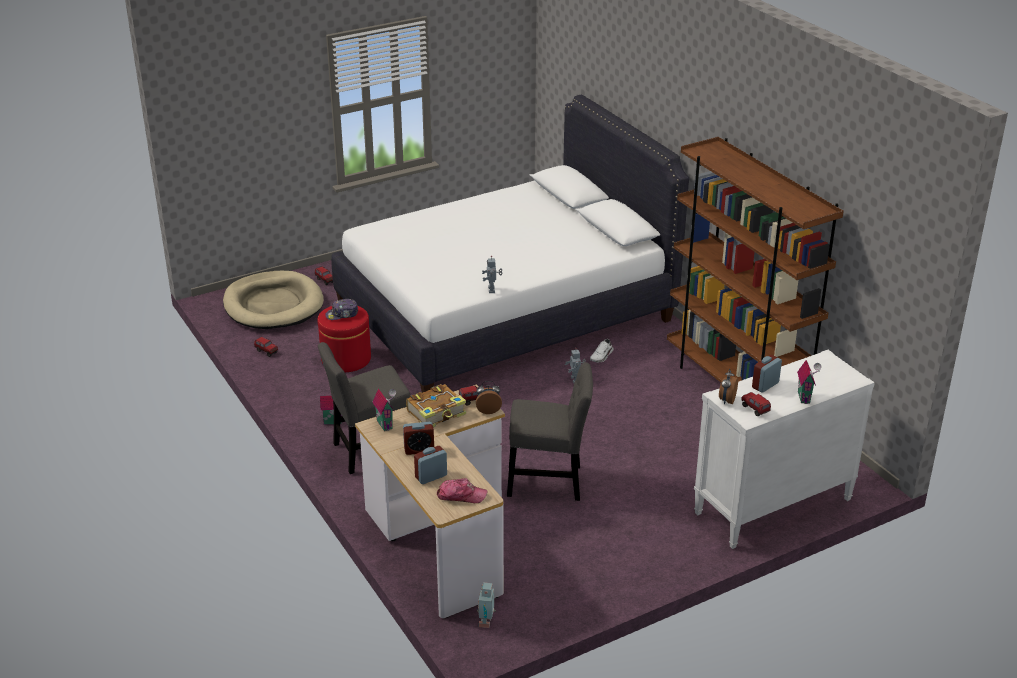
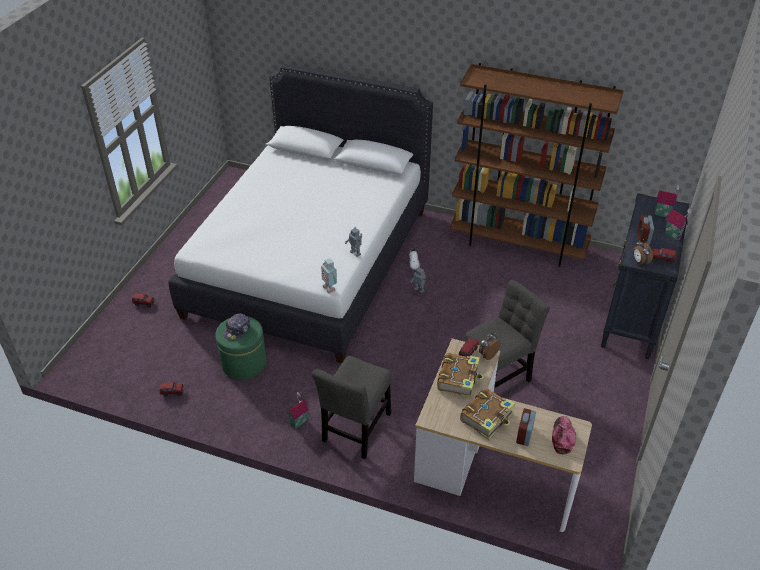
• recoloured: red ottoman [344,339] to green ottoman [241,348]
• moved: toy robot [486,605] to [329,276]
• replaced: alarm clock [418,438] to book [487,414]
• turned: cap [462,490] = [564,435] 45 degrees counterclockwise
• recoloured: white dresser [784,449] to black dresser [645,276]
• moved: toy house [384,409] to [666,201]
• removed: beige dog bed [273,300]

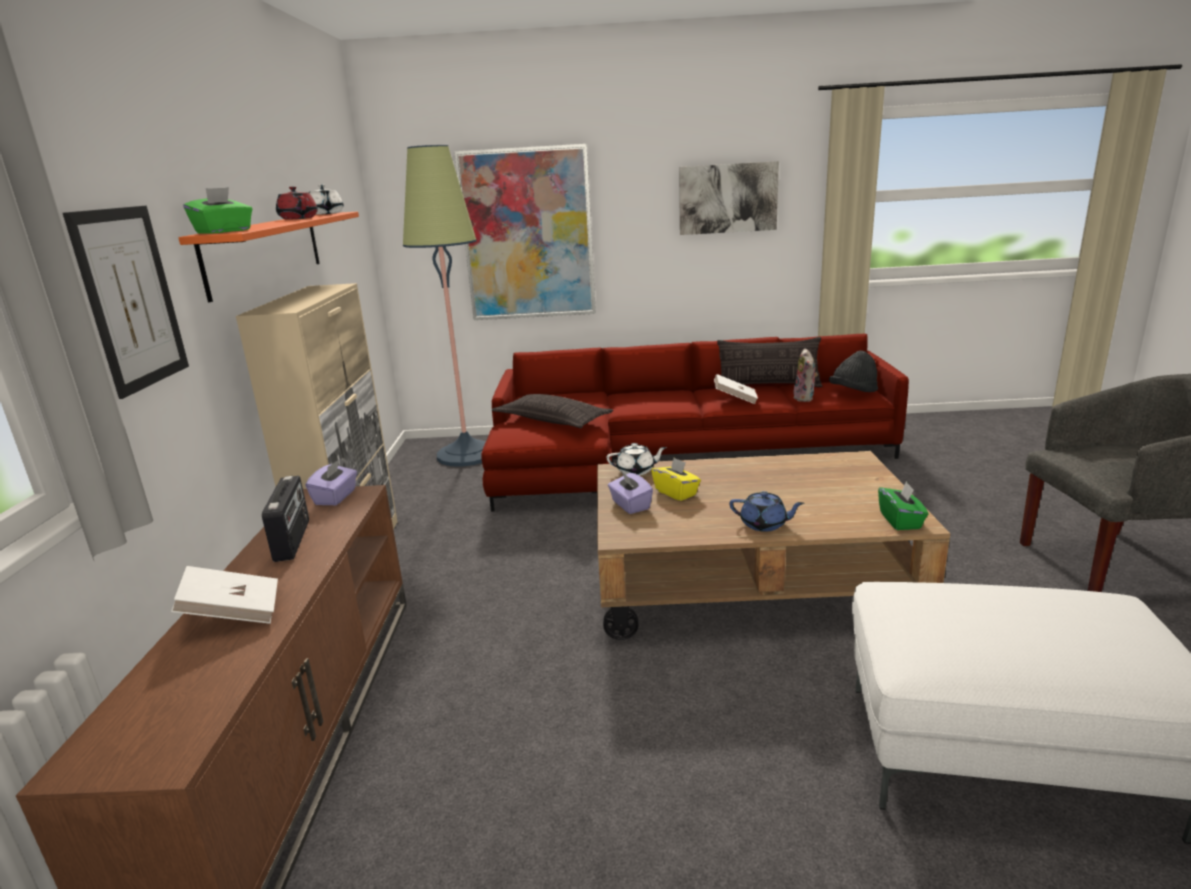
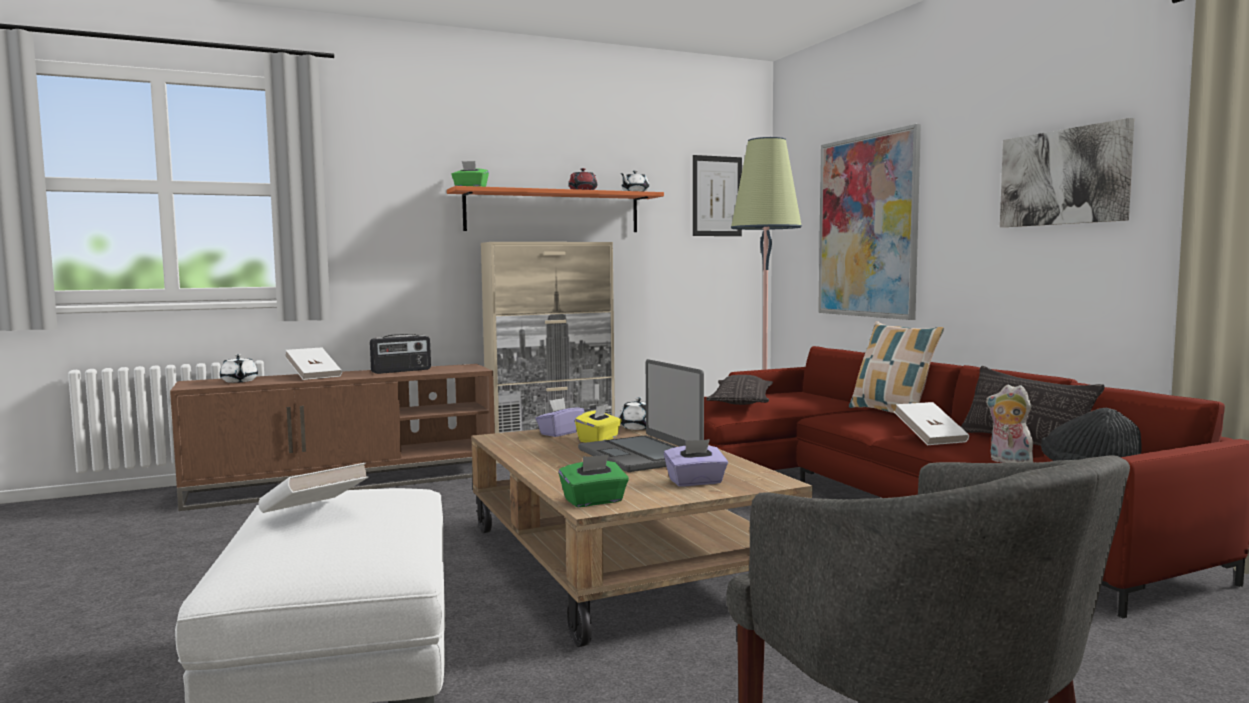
• added: white teapot [239,368]
• added: white book [313,488]
• added: laptop [641,415]
• moved: purple tissue box [331,482] to [696,462]
• moved: picture [126,302] to [717,195]
• added: pillow [896,367]
• turned: plush toy [806,375] = [1009,423] 75 degrees clockwise
• removed: blue teapot [766,511]

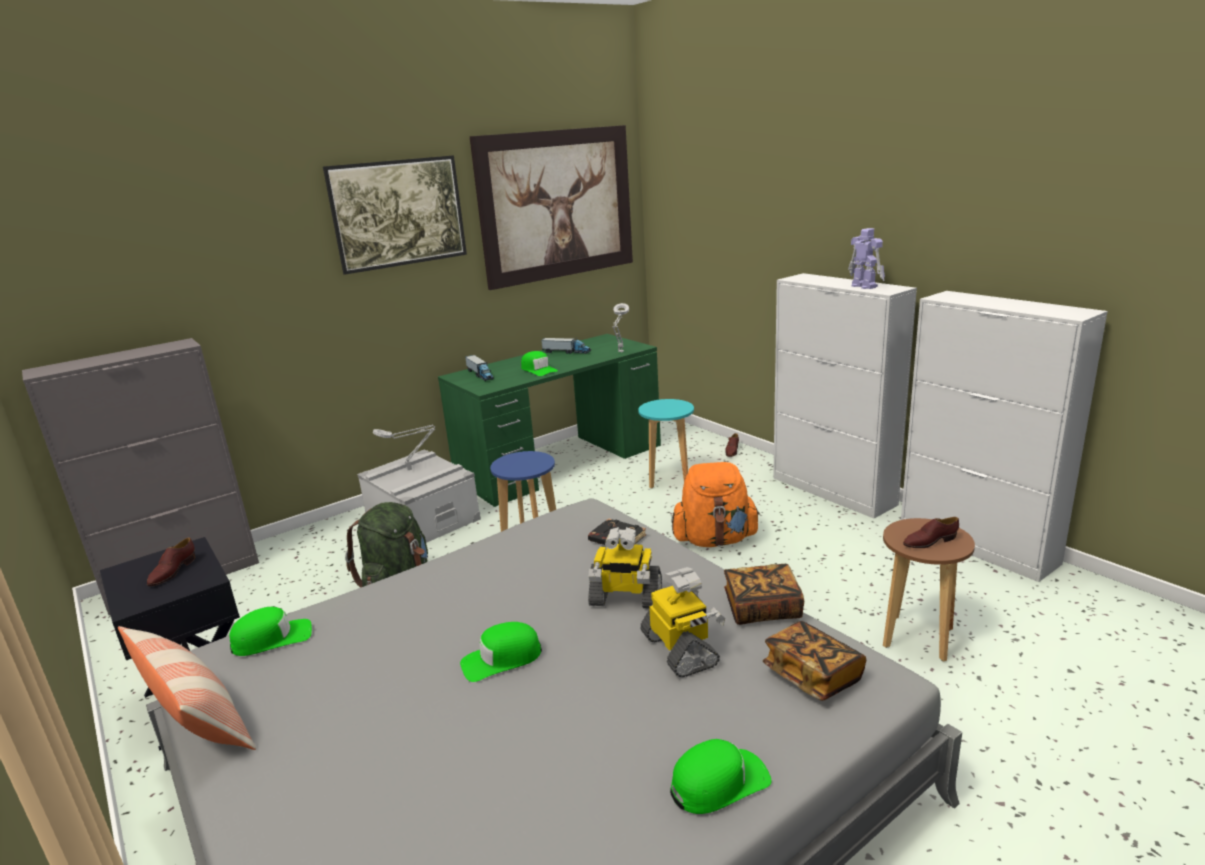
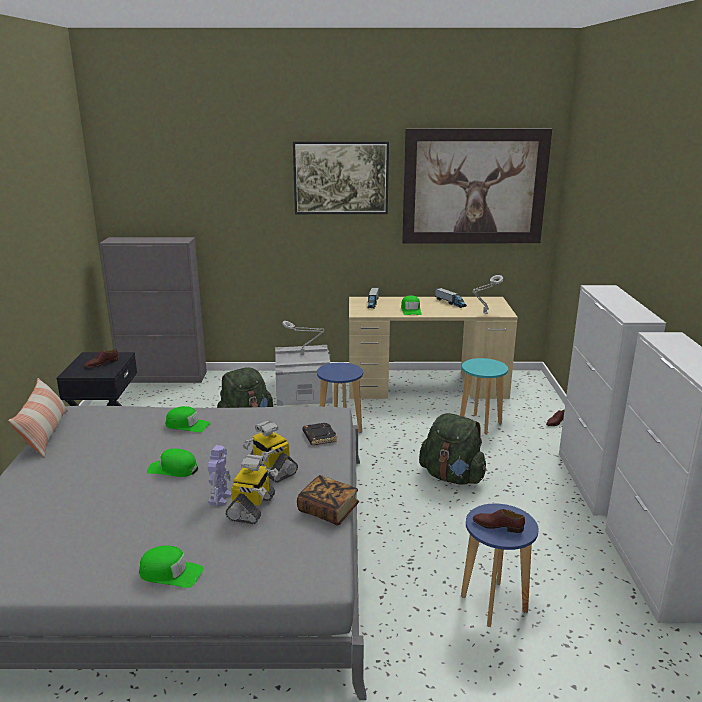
• moved: green cap [270,631] to [187,419]
• moved: toy robot [866,258] to [219,475]
• recoloured: green desk [549,420] to beige desk [433,348]
• recoloured: orange backpack [715,504] to green backpack [453,449]
• recoloured: brown stool [929,590] to blue stool [500,565]
• removed: book [814,661]

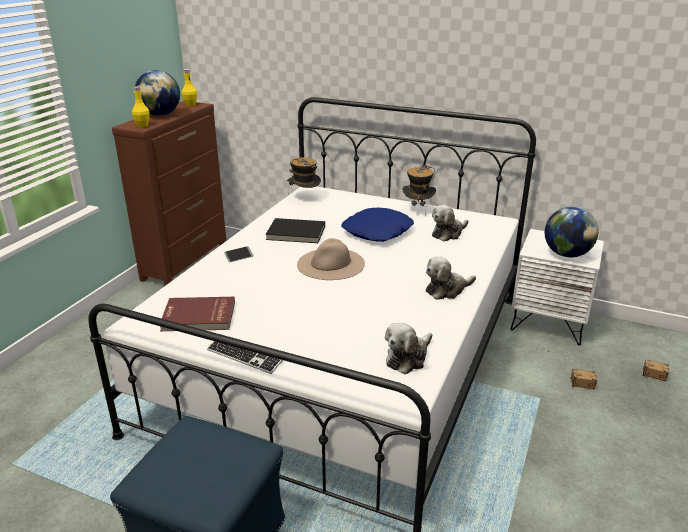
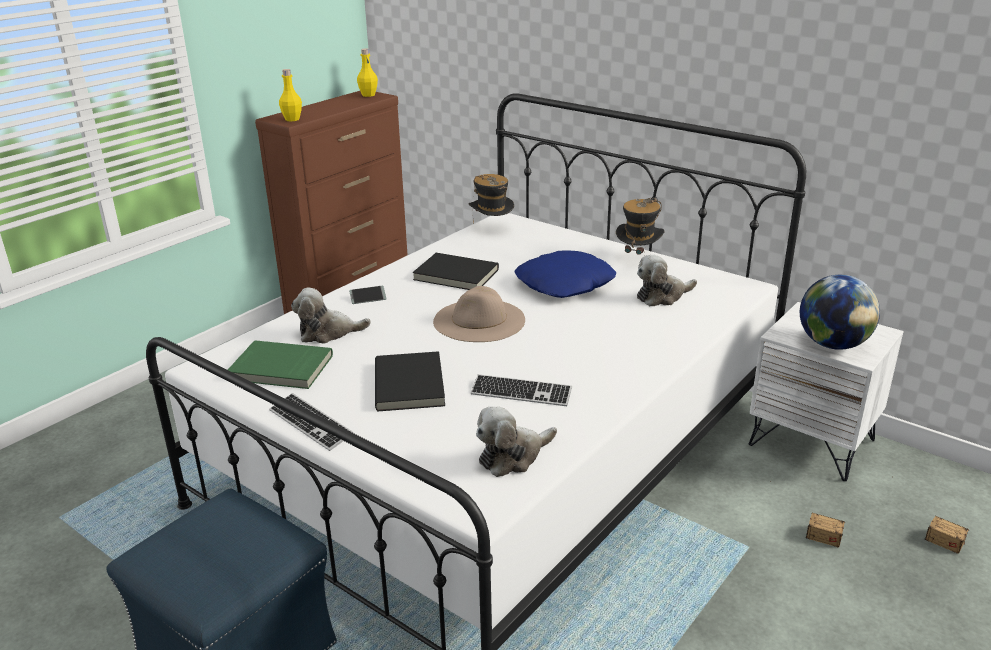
• recoloured: red book [197,314] to green book [280,364]
• moved: plush toy [451,278] to [331,315]
• added: black book [410,381]
• added: keyboard [521,390]
• removed: globe [157,93]

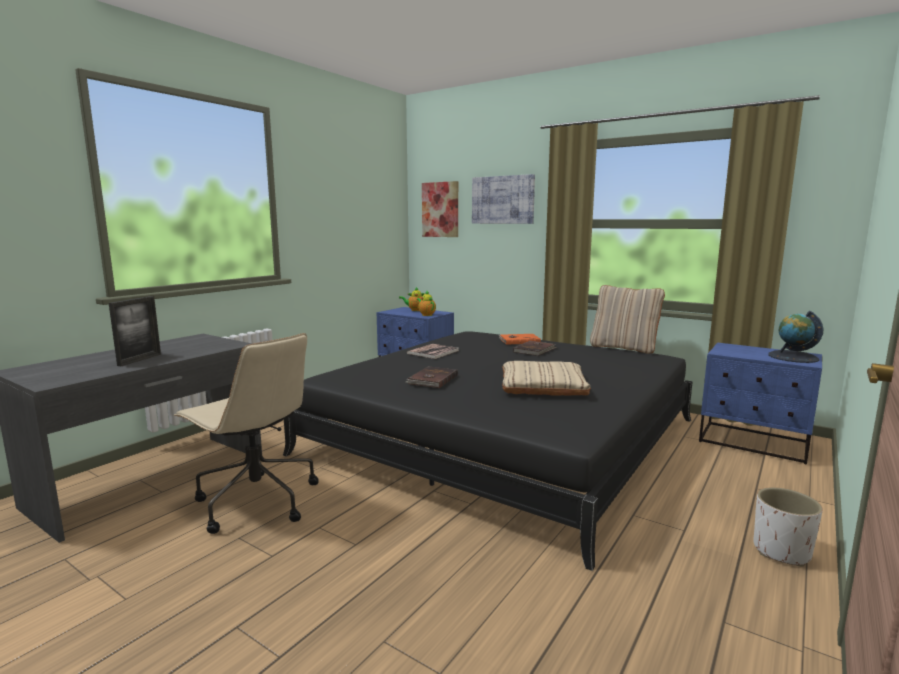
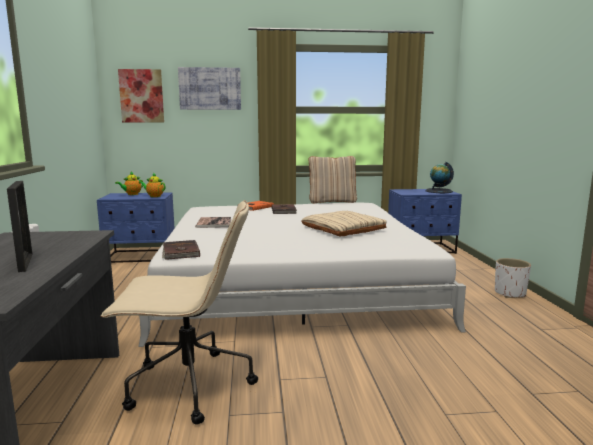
• recoloured: black bed [487,451] to white bed [302,275]
• moved: brown book [432,377] to [181,250]

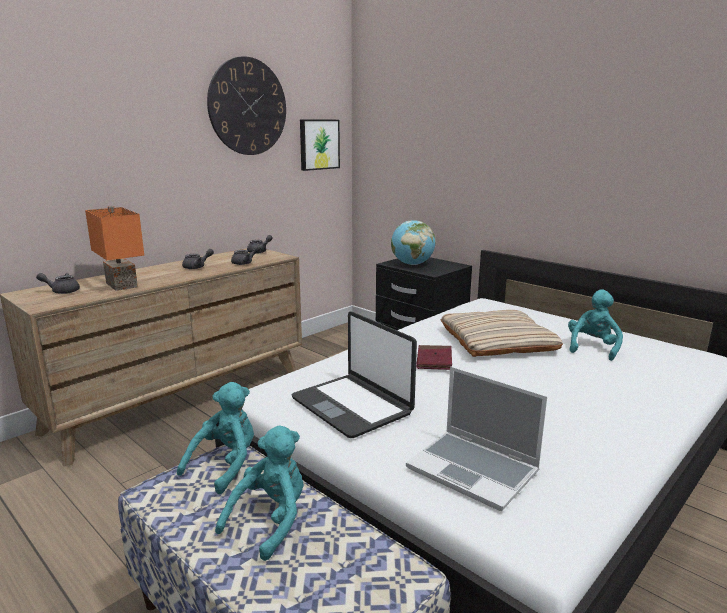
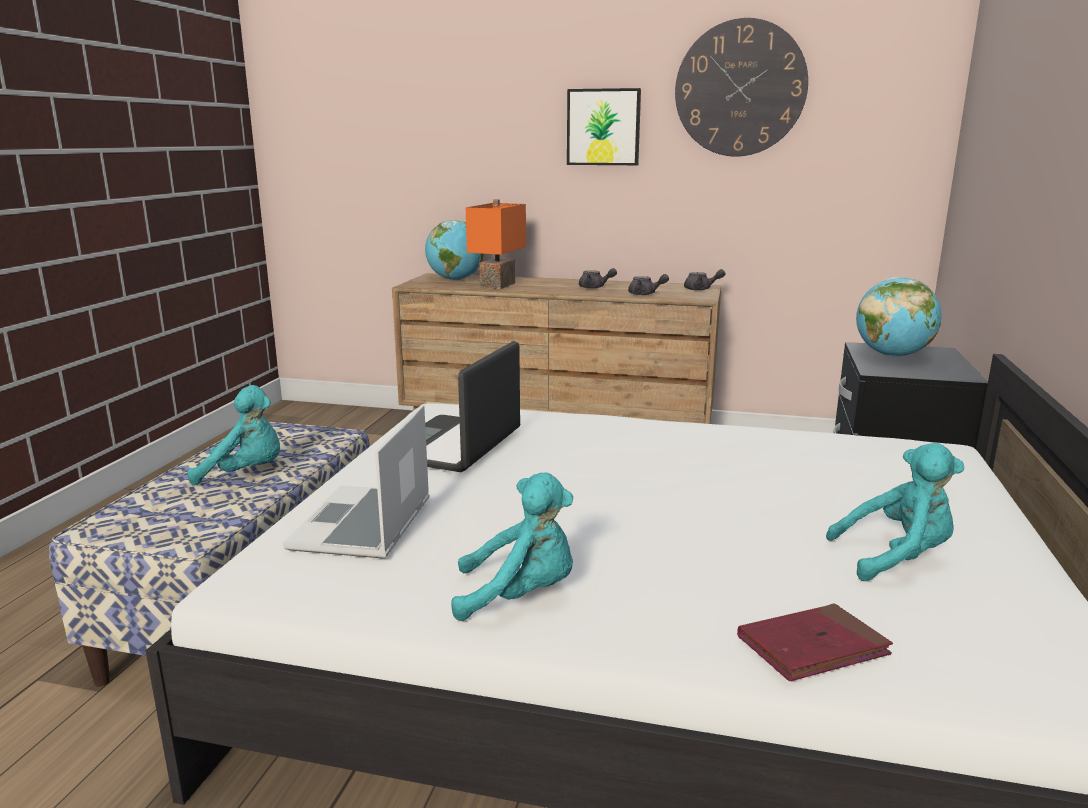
• replaced: grey teapot [58,283] to globe [454,250]
• moved: turquoise plush toy [215,438] to [512,547]
• moved: picture [320,145] to [604,126]
• moved: red book [434,357] to [815,642]
• removed: beige pillow [502,333]

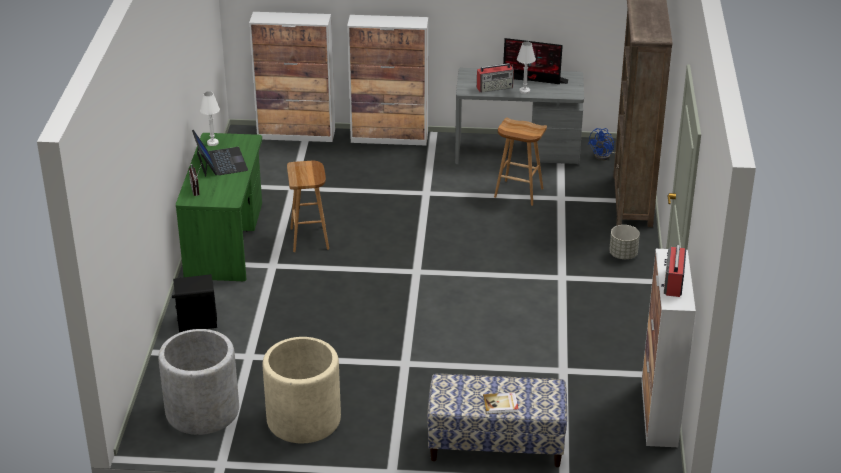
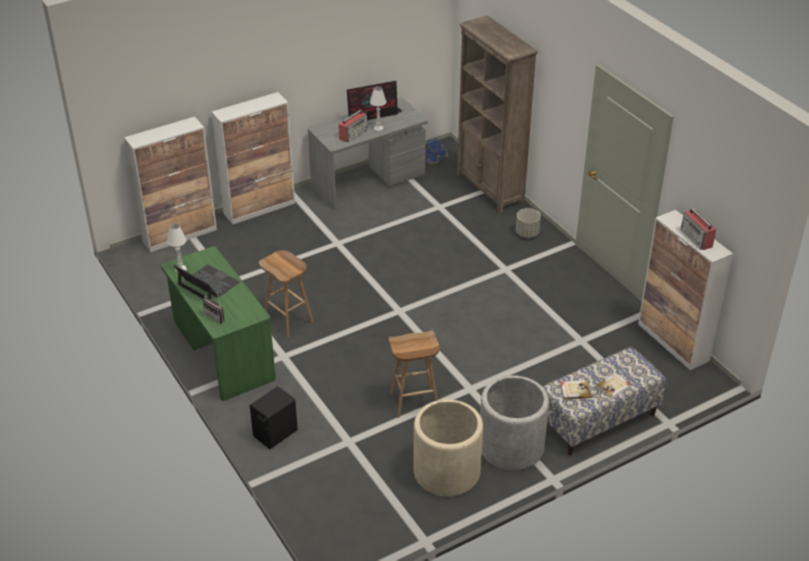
• moved: brown stool [520,162] to [414,374]
• moved: grey planter [198,382] to [514,422]
• added: book [576,390]

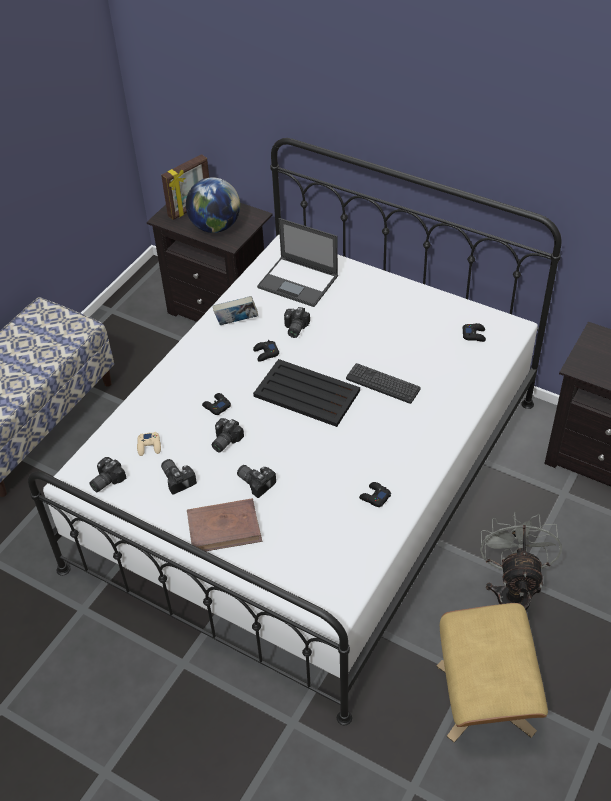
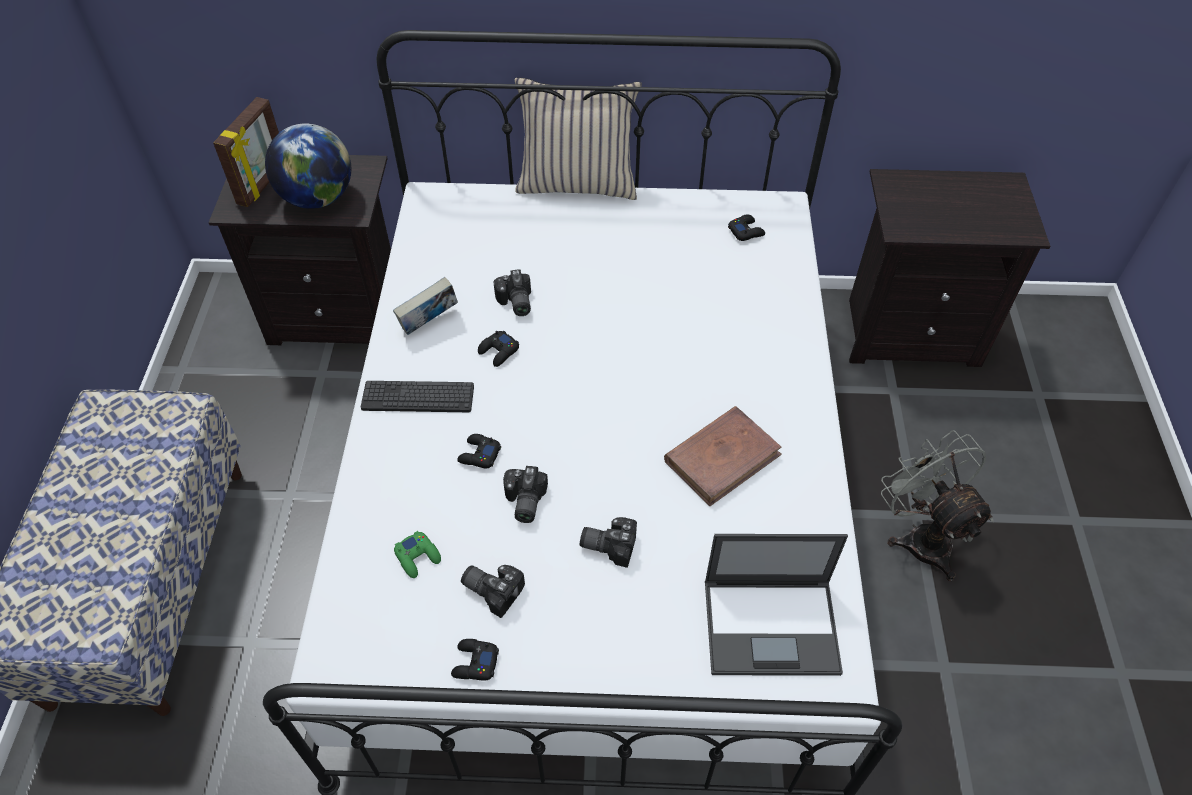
• moved: keyboard [383,383] to [417,396]
• recoloured: beige game controller [149,444] to green game controller [417,554]
• moved: black game controller [375,494] to [475,660]
• added: beige pillow [578,139]
• moved: brown book [224,524] to [723,456]
• moved: laptop [297,262] to [776,605]
• removed: photo camera [107,474]
• removed: black tray [306,393]
• removed: beige ottoman [492,672]

